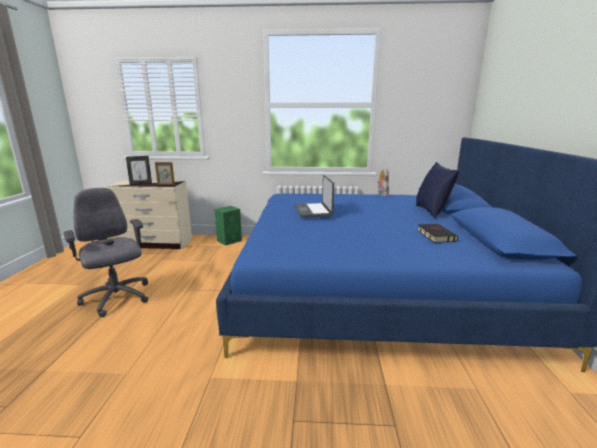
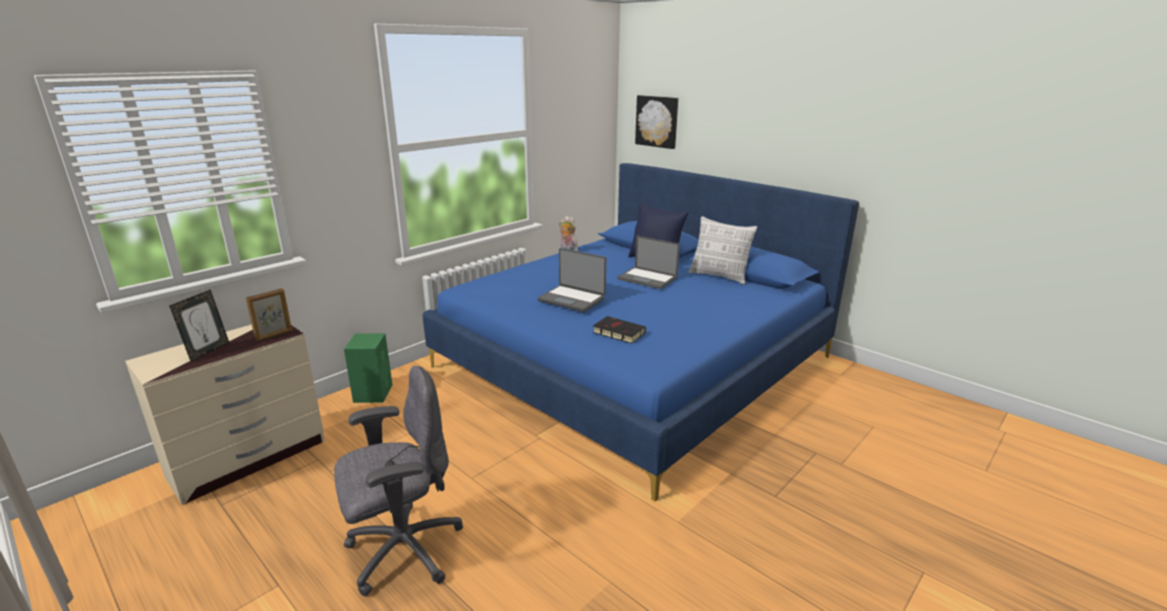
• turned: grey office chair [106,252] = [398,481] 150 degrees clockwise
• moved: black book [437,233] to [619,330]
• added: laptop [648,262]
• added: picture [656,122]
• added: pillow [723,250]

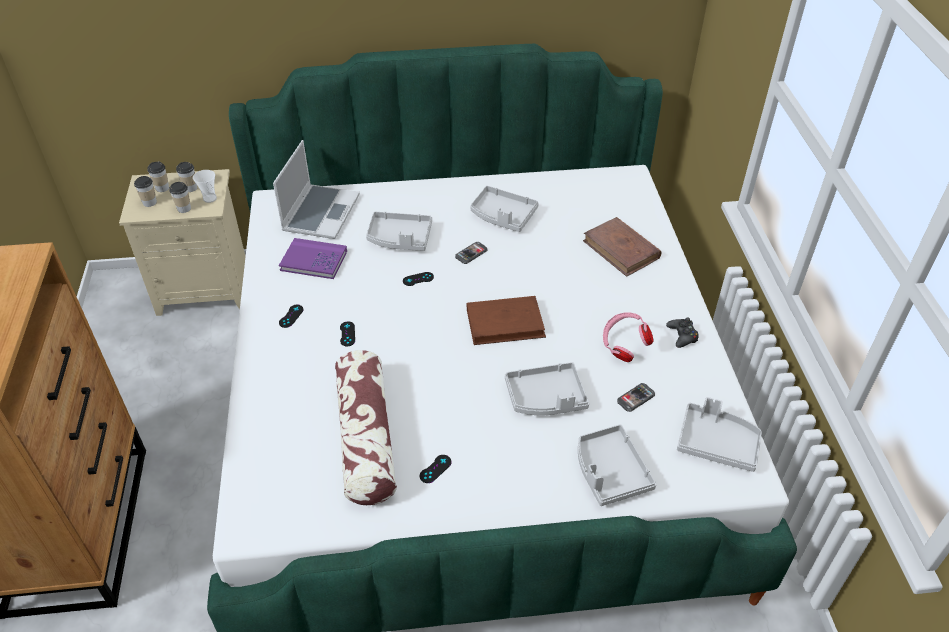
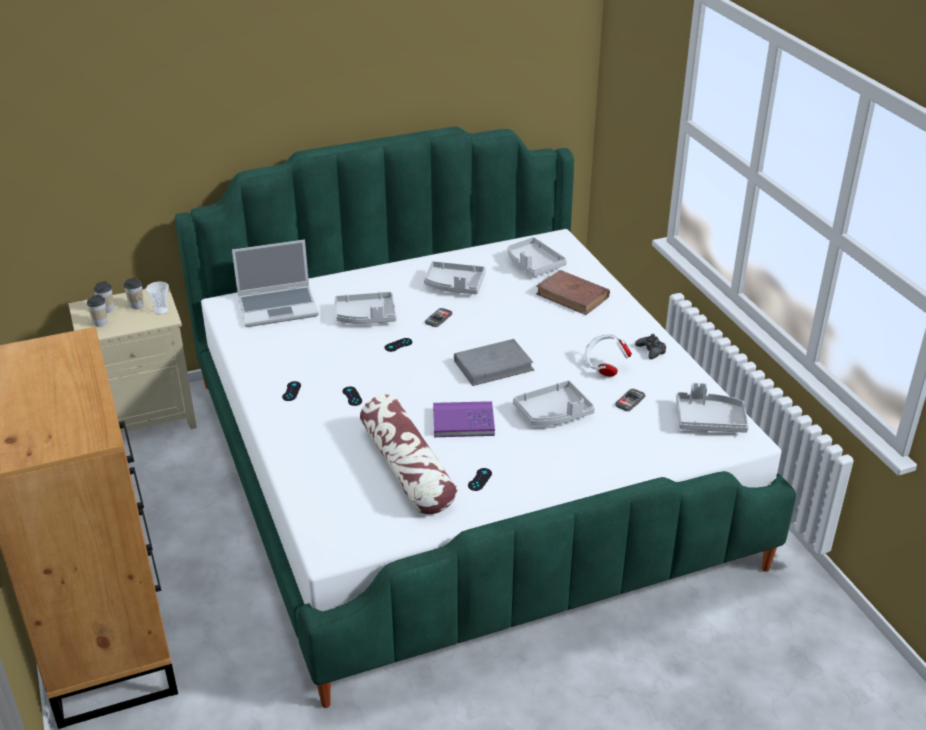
• turned: laptop [316,189] = [275,283] 75 degrees clockwise
• moved: purple book [313,258] to [464,419]
• recoloured: brown book [506,320] to grey book [494,362]
• moved: grey tray [617,465] to [537,257]
• recoloured: pink headphones [628,337] to white headphones [608,355]
• removed: cup [180,197]

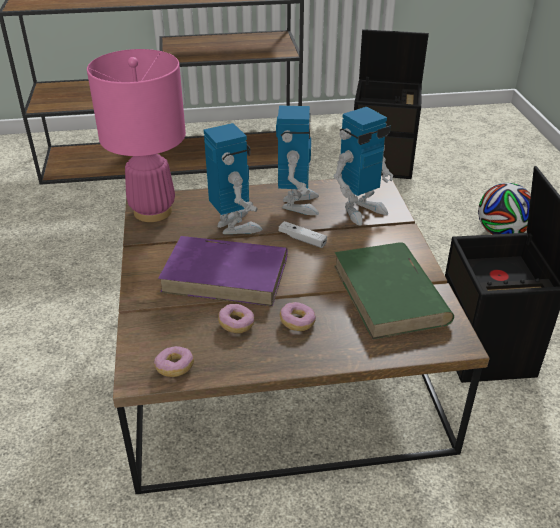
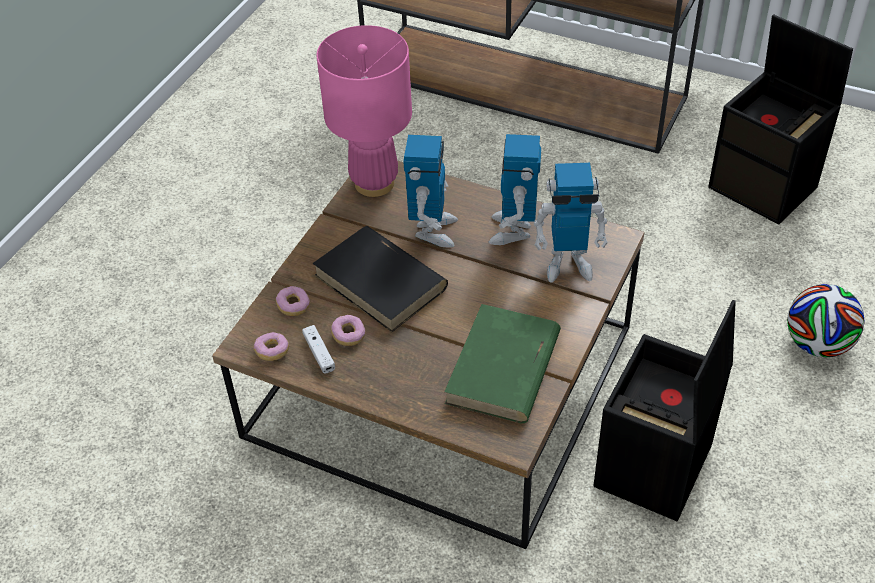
• moved: donut [298,316] to [293,301]
• moved: white game controller [303,234] to [318,349]
• recoloured: purple book [223,271] to black book [380,279]
• turned: toy robot [297,160] = [515,189] 150 degrees clockwise

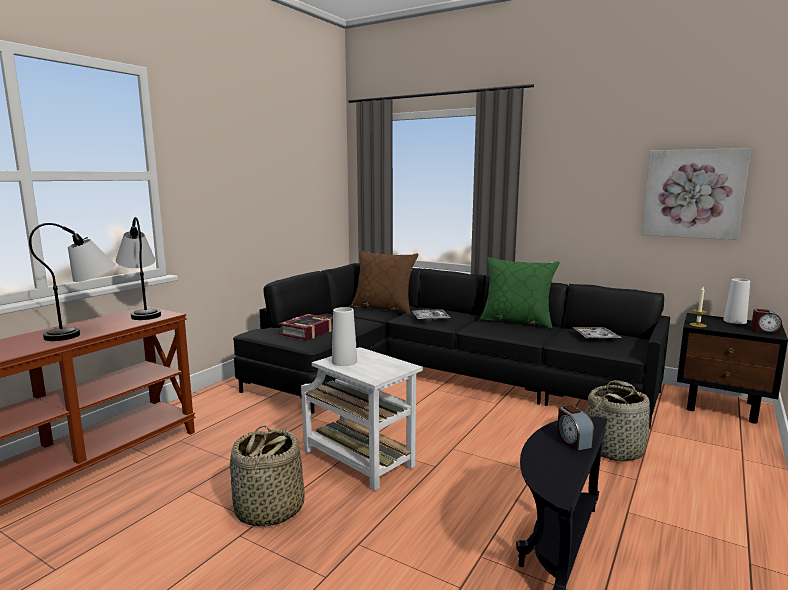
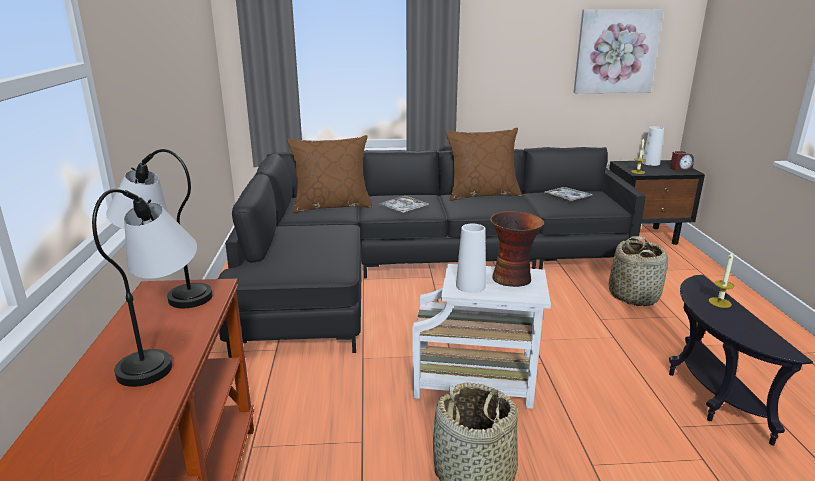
• recoloured: green pillow [519,292] to brown pillow [483,164]
• added: vase [517,249]
• replaced: alarm clock [575,428] to candle [721,280]
• removed: book [305,327]

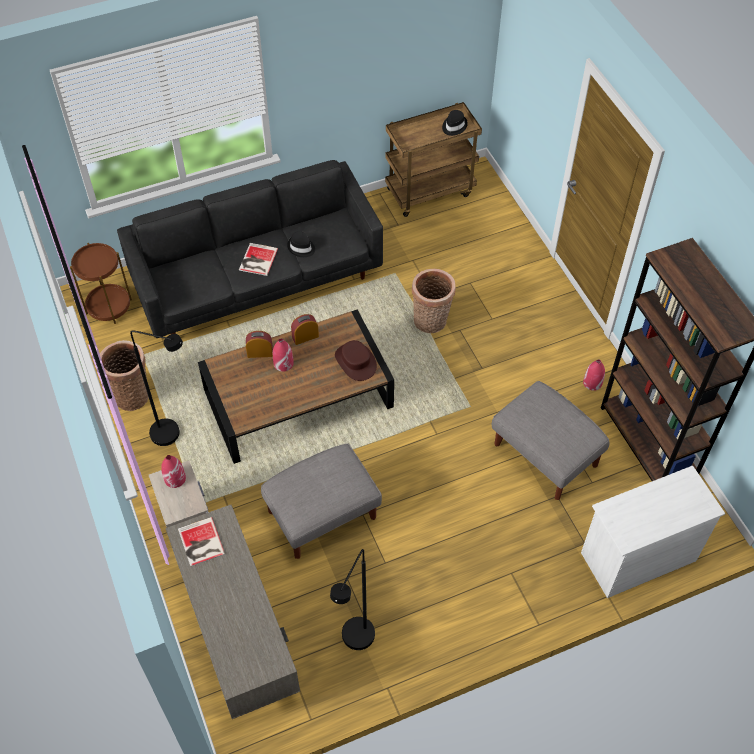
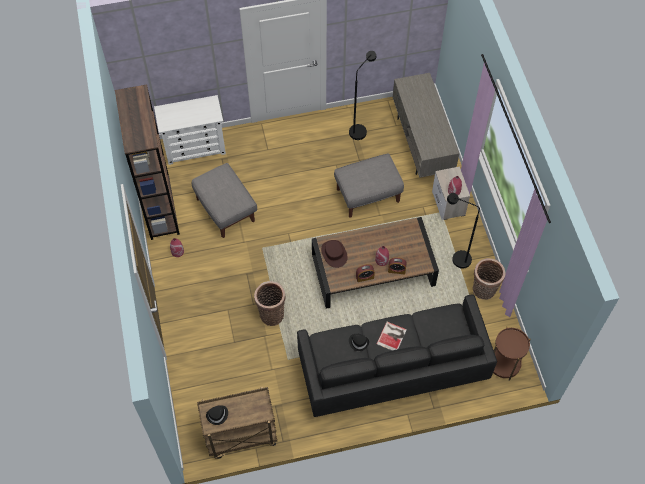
• removed: book [201,542]

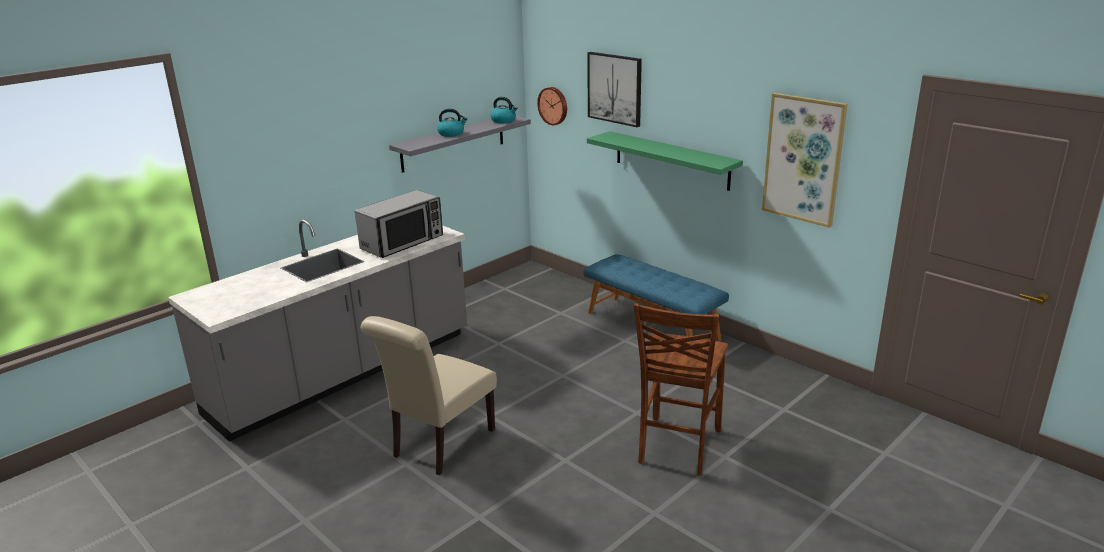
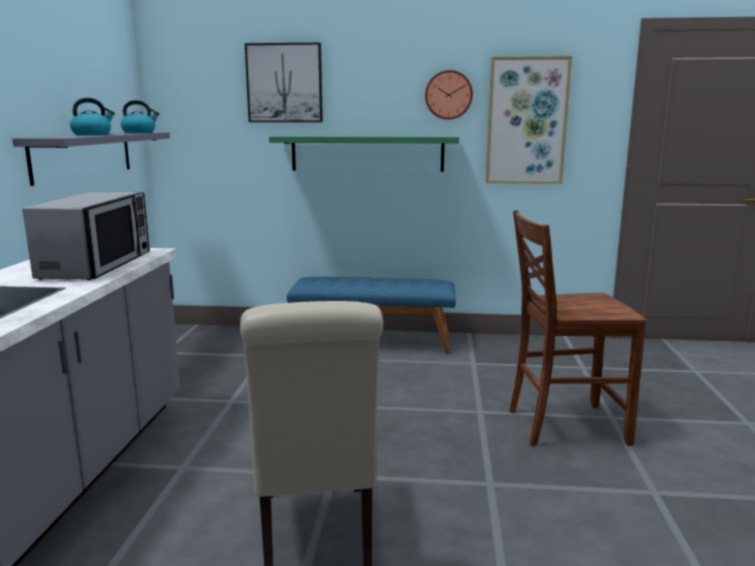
• moved: wall clock [552,106] to [449,95]
• turned: brown chair [681,389] = [578,328] 105 degrees clockwise

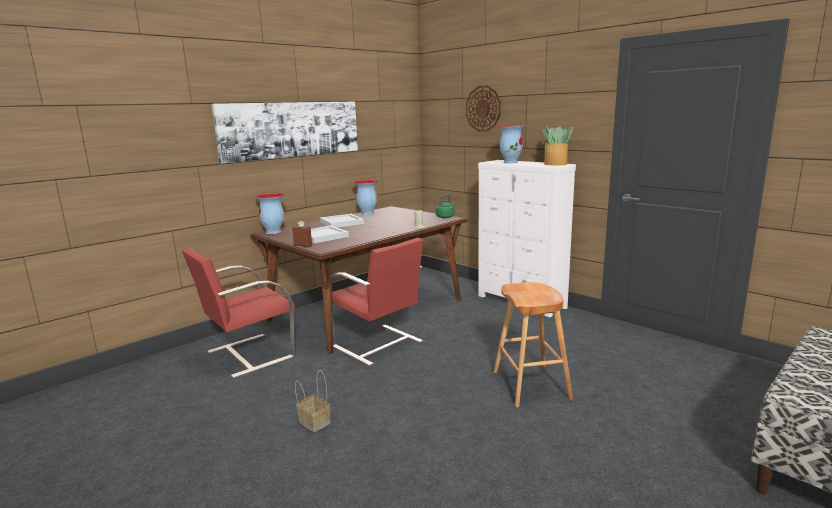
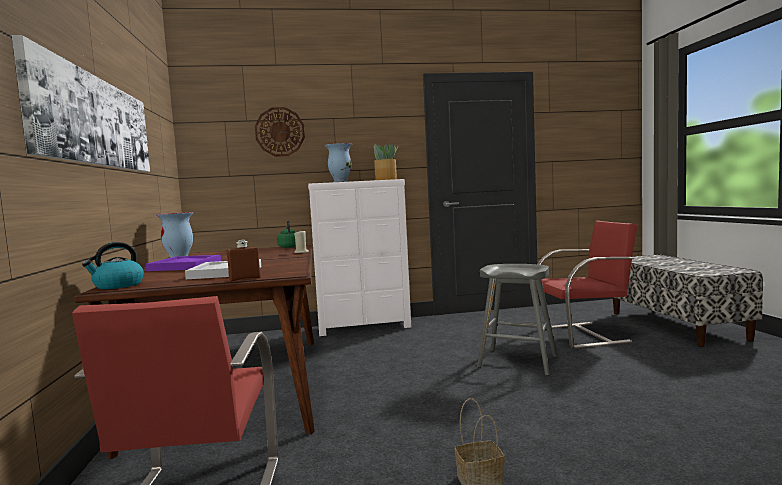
• replaced: vase [269,213] to kettle [113,265]
• recoloured: white tray [342,221] to purple tray [183,263]
• recoloured: brown stool [533,345] to grey stool [517,320]
• moved: red chair [376,302] to [587,285]

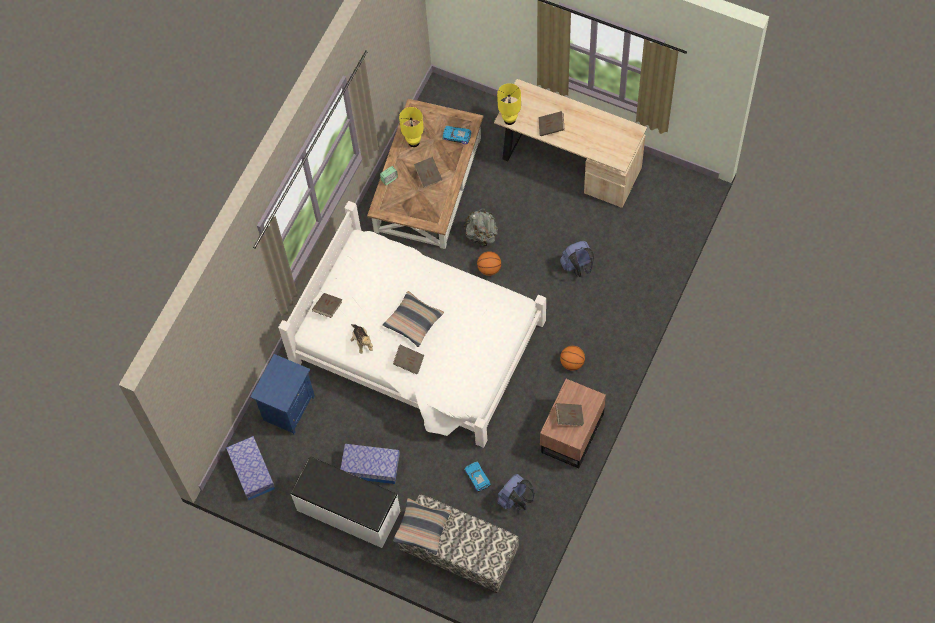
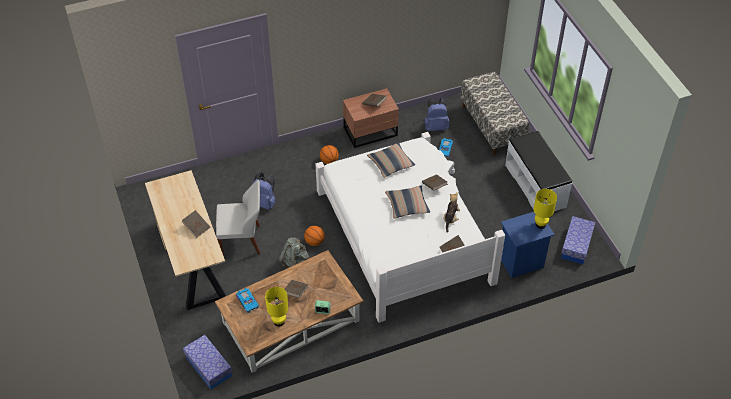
• moved: storage box [370,464] to [207,362]
• added: white chair [238,218]
• moved: pillow [422,526] to [391,160]
• moved: yellow table lamp [509,104] to [545,209]

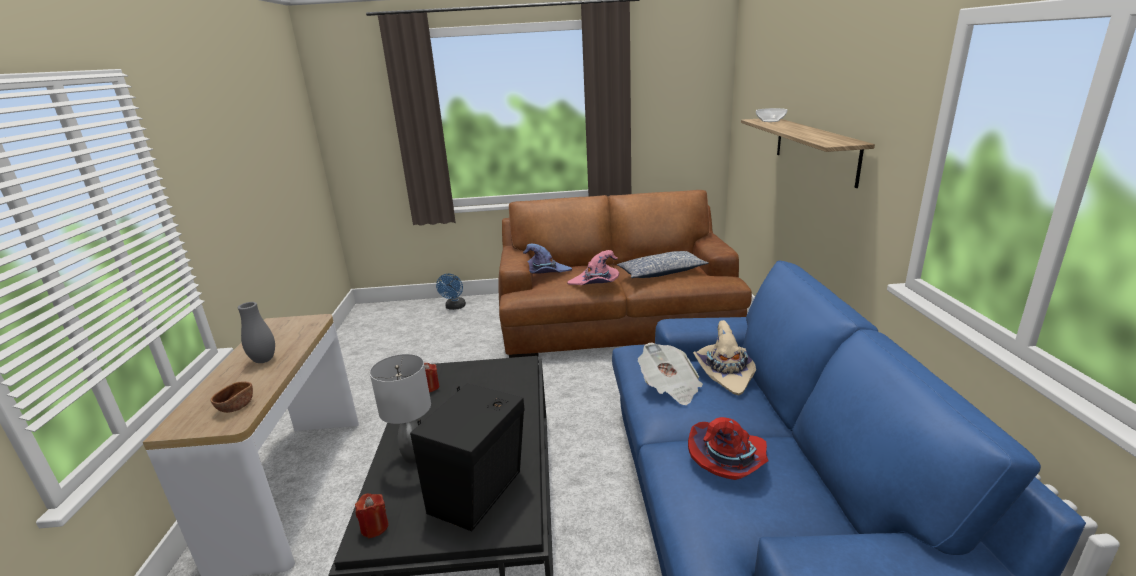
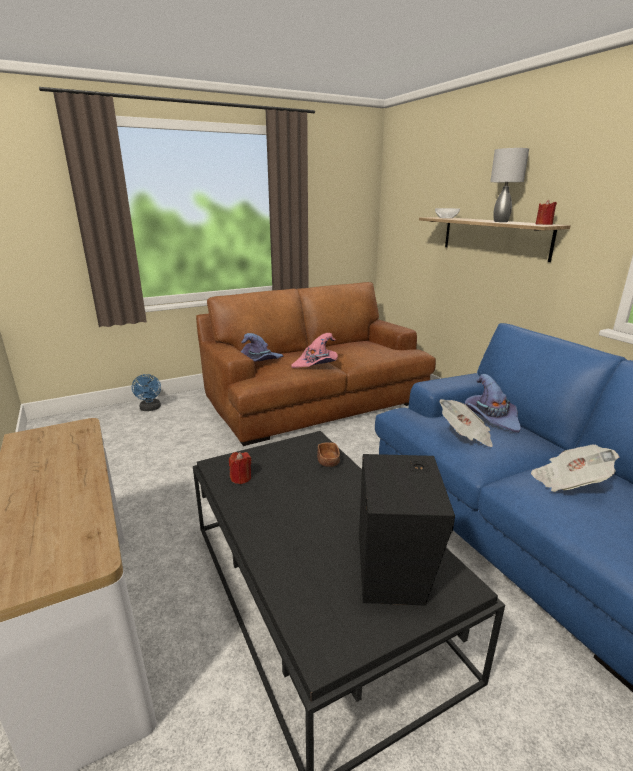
• moved: brown bowl [232,397] to [328,454]
• recoloured: beige hat [724,358] to purple hat [493,403]
• moved: grey table lamp [400,409] to [509,185]
• replaced: red hat [728,448] to newspaper [575,468]
• moved: red candle [371,516] to [546,212]
• removed: grey vase [256,332]
• removed: pillow [663,264]

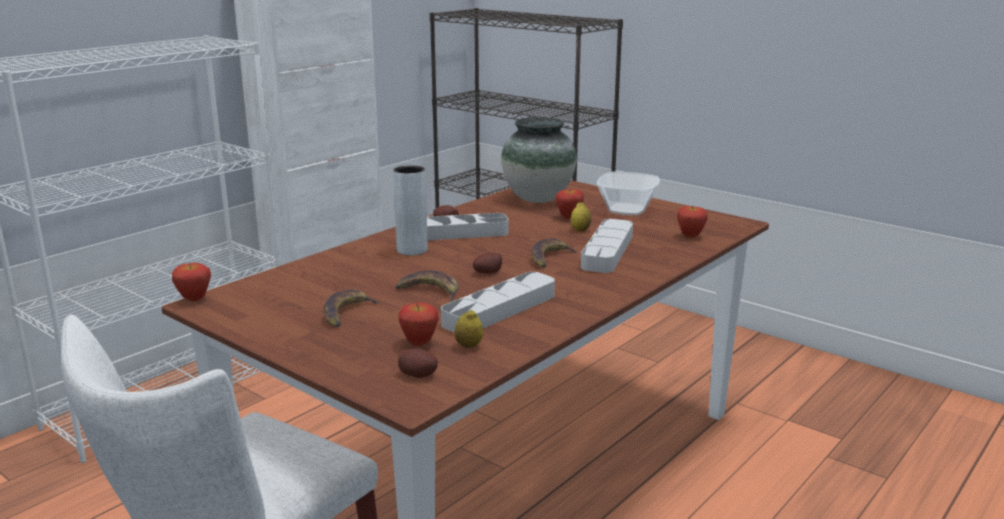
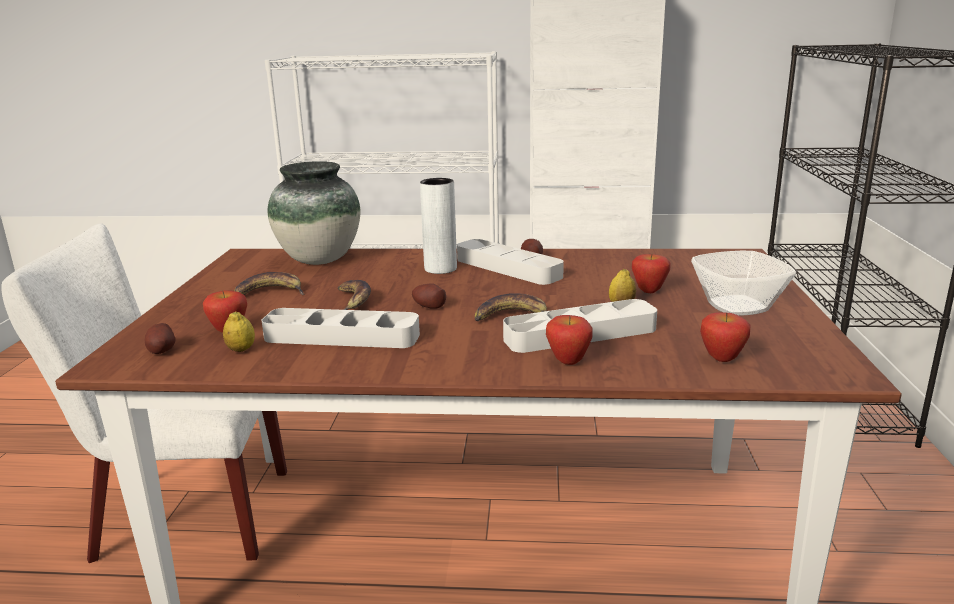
• moved: vase [539,160] to [314,213]
• moved: apple [191,282] to [569,340]

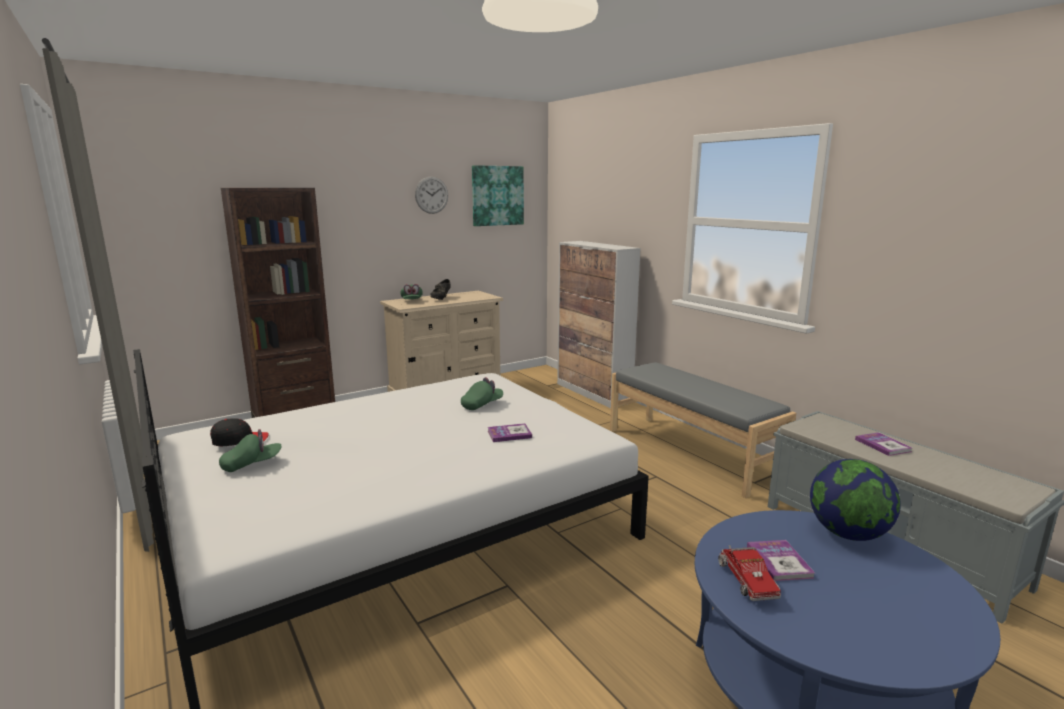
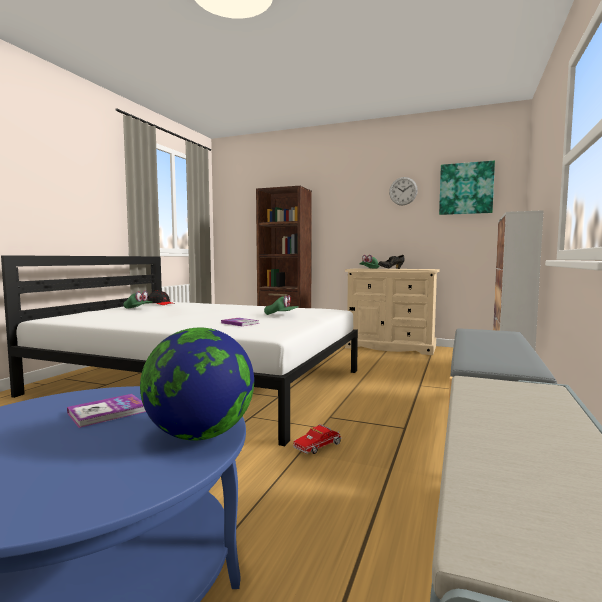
• moved: toy truck [749,573] to [317,439]
• removed: book [883,444]

